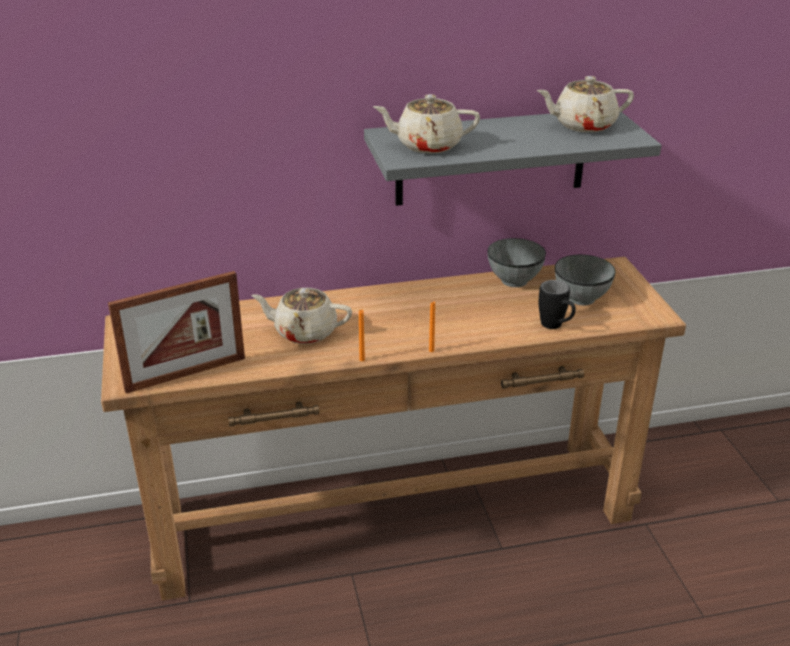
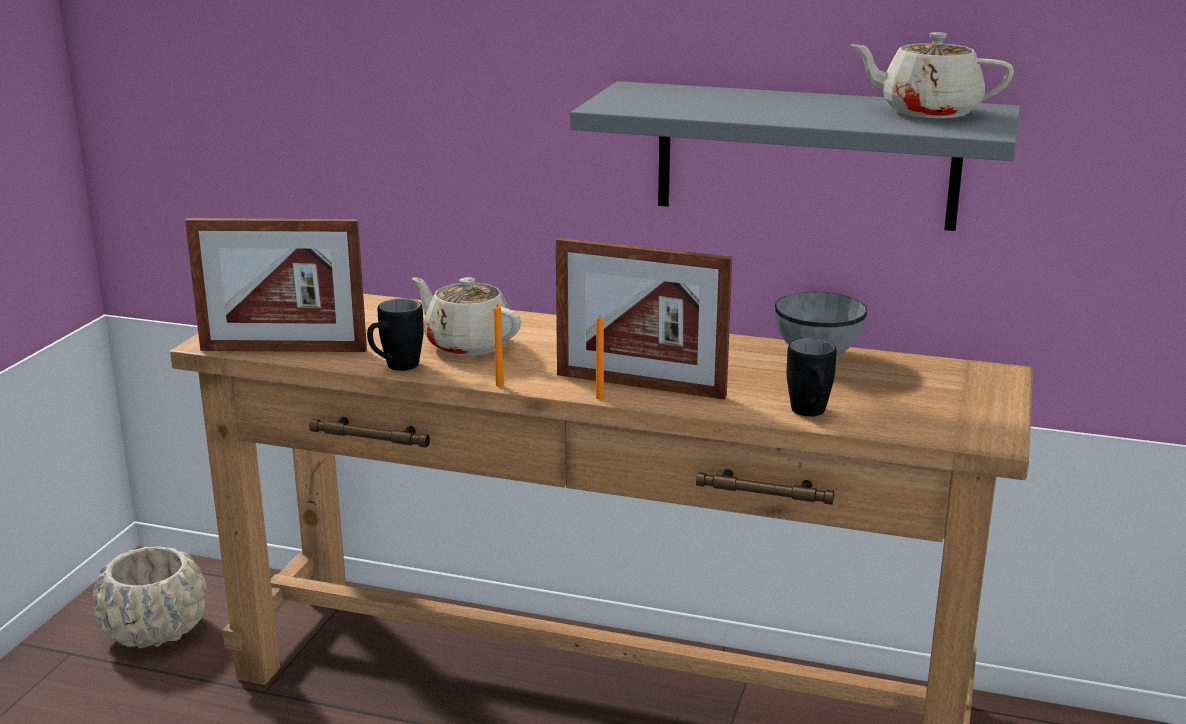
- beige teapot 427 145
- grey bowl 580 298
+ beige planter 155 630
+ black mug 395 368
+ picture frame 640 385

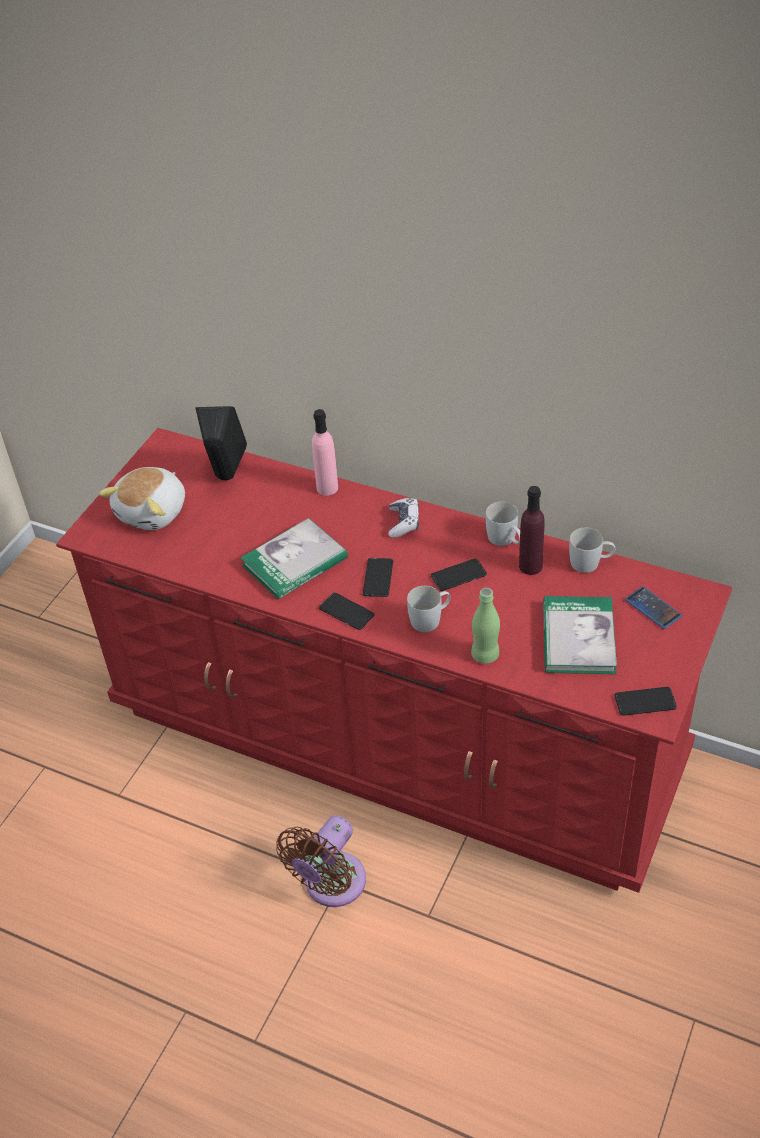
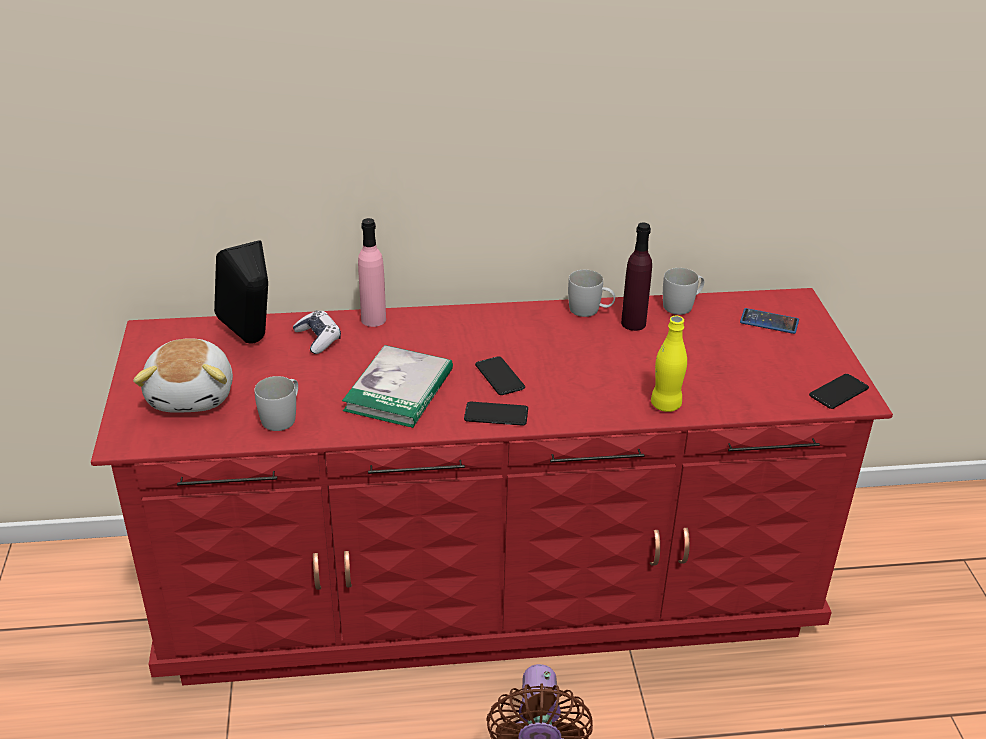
~ game controller 404 522 to 318 338
~ white mug 430 619 to 283 417
- phone 458 575
~ green bottle 485 655 to yellow bottle 665 404
- book 578 638

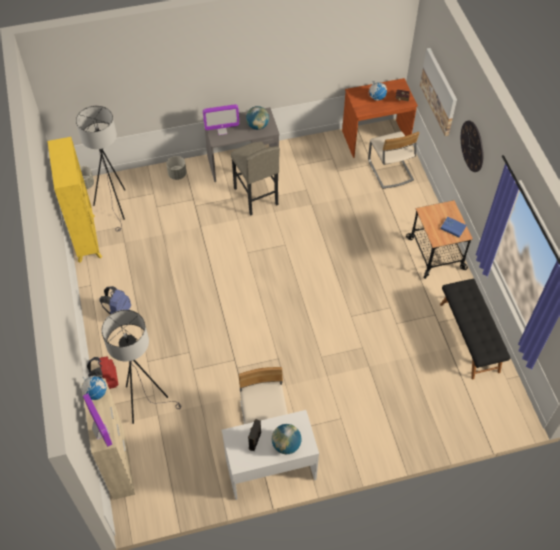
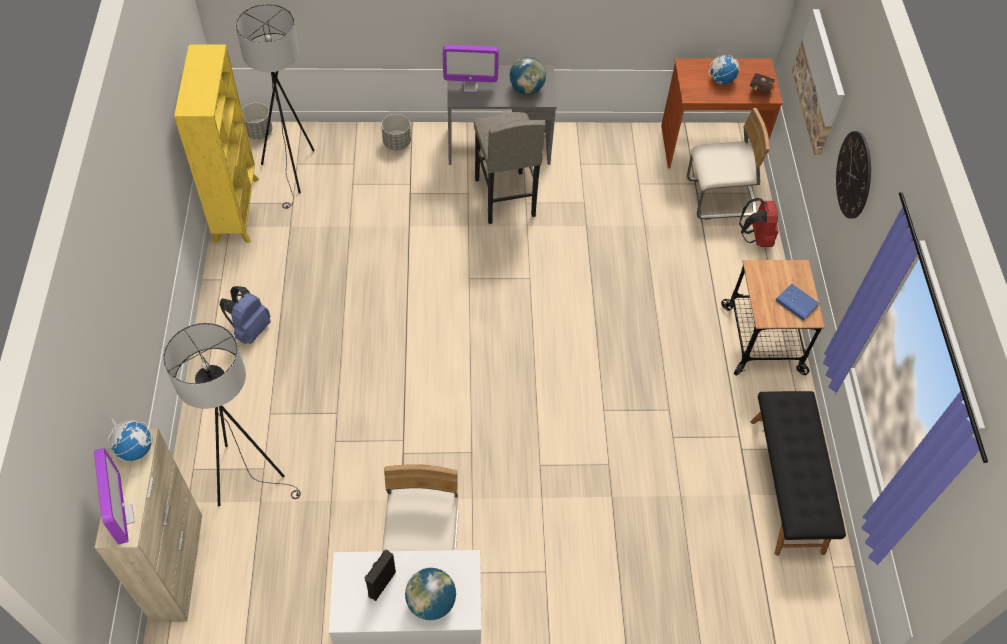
~ red backpack 107 380 to 756 238
~ beige chair 390 170 = 720 198 90 degrees counterclockwise

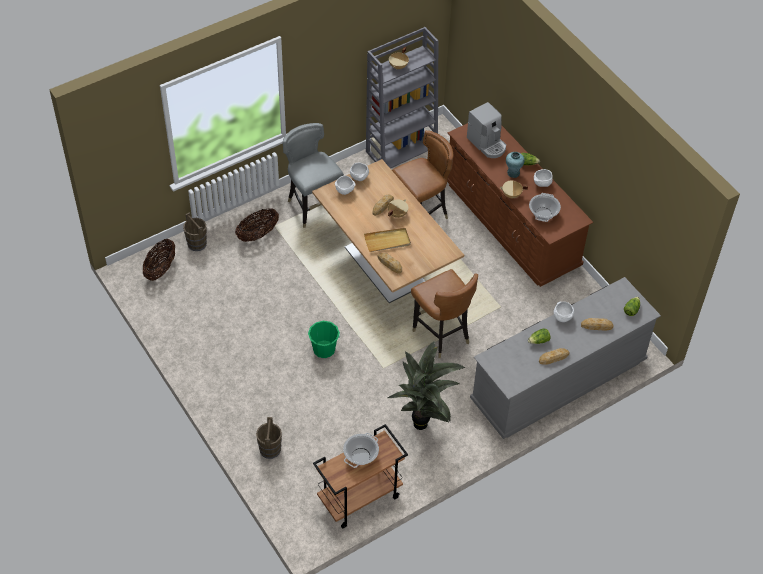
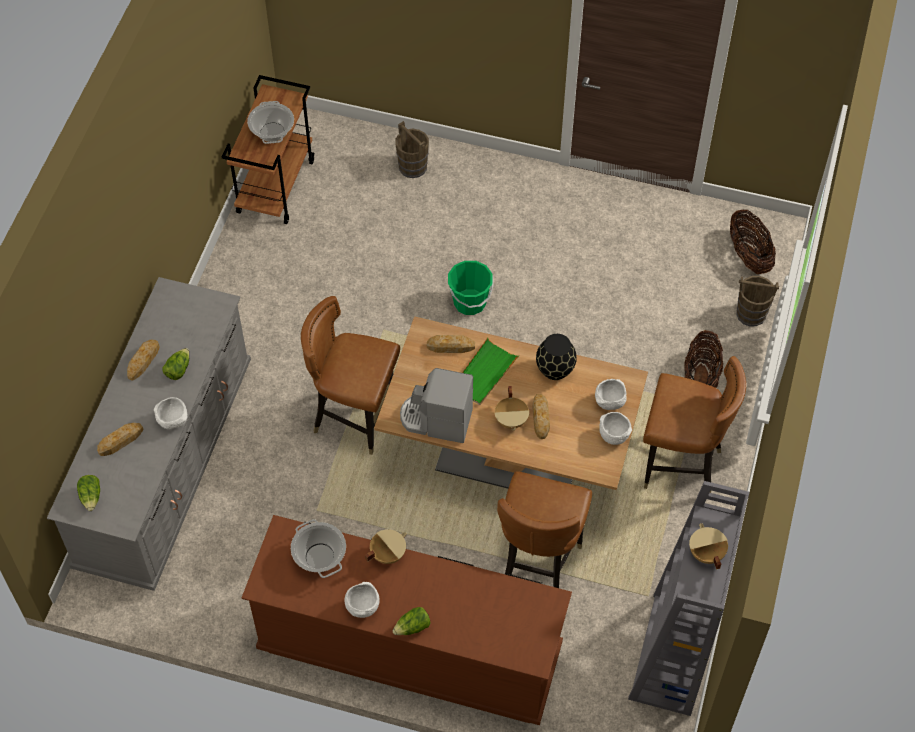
~ grey chair 313 208 to brown chair 680 466
~ beige tray 387 241 to green tray 484 374
- potted plant 424 424
~ coffee machine 487 144 to 436 420
- turquoise vase 513 173
+ black vase 554 370

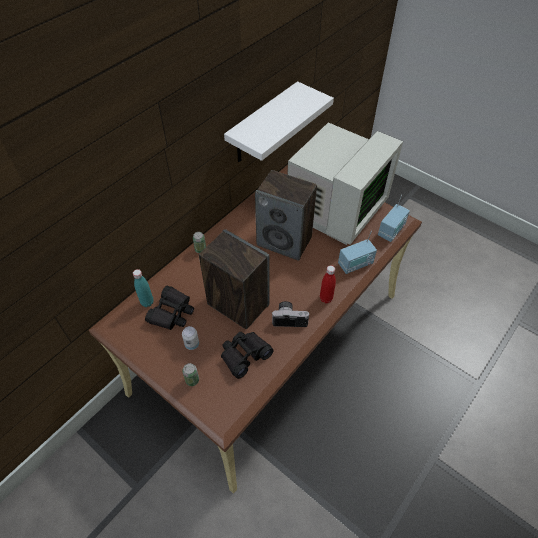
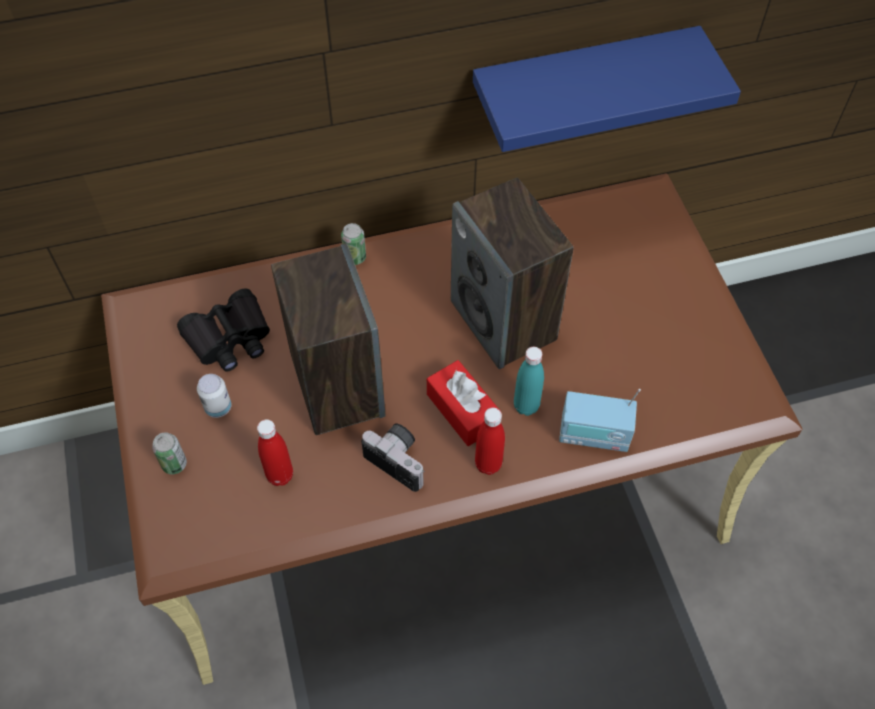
~ turquoise bottle 147 302 to 526 406
~ black binoculars 244 355 to red bottle 280 475
~ white shelf 262 124 to blue shelf 582 82
- monitor 334 211
- radio 391 231
+ red tissue box 462 410

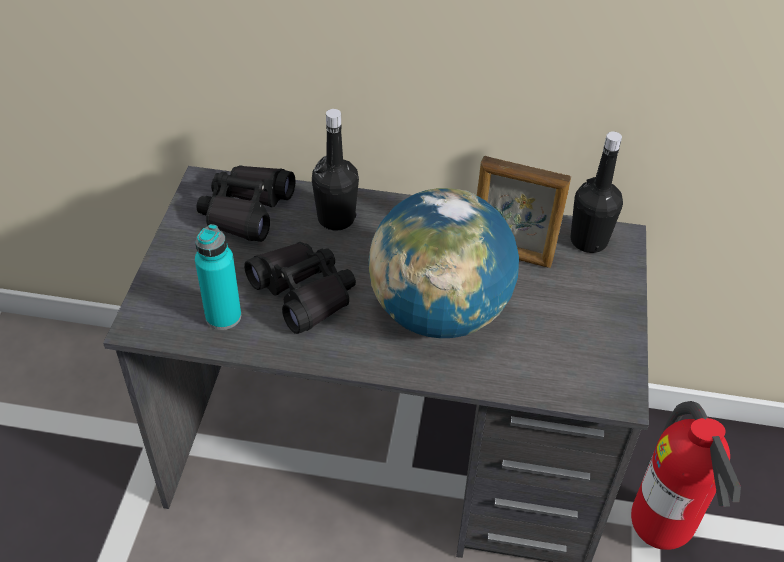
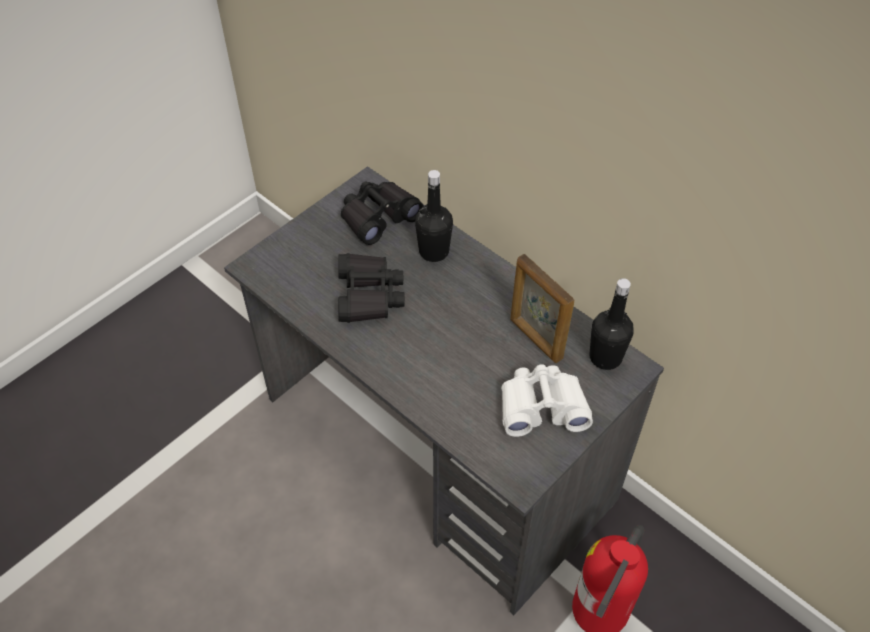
- turquoise bottle 223 316
- globe 439 313
+ white binoculars 542 407

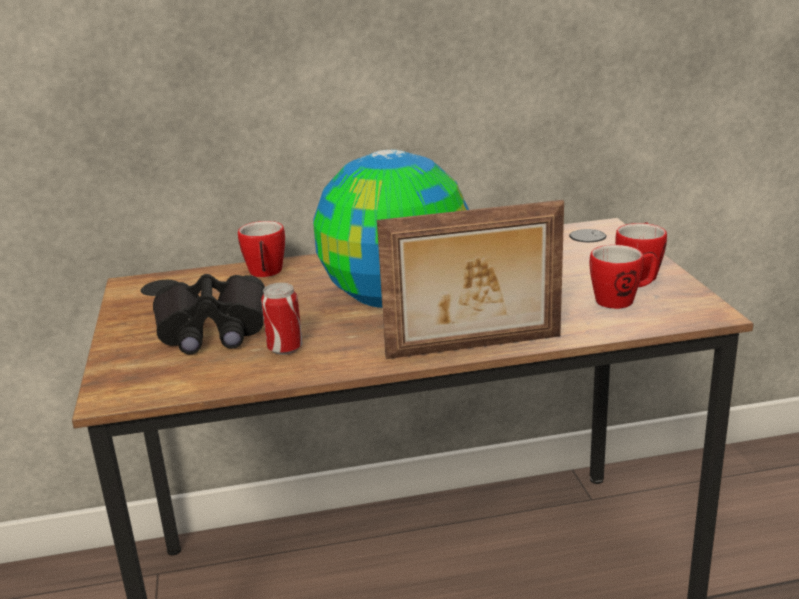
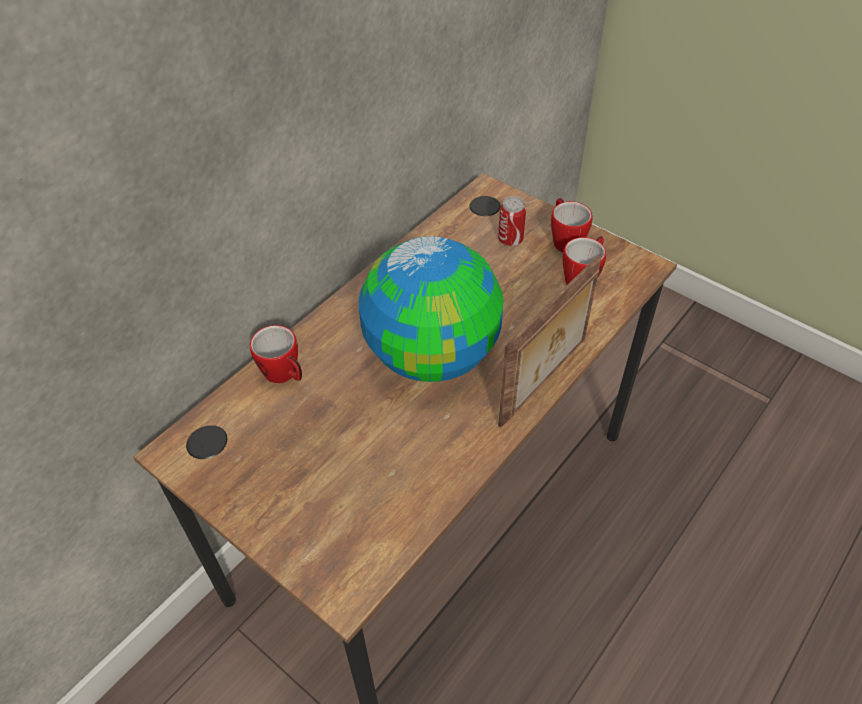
- black binoculars 212 330
~ can 285 348 to 510 240

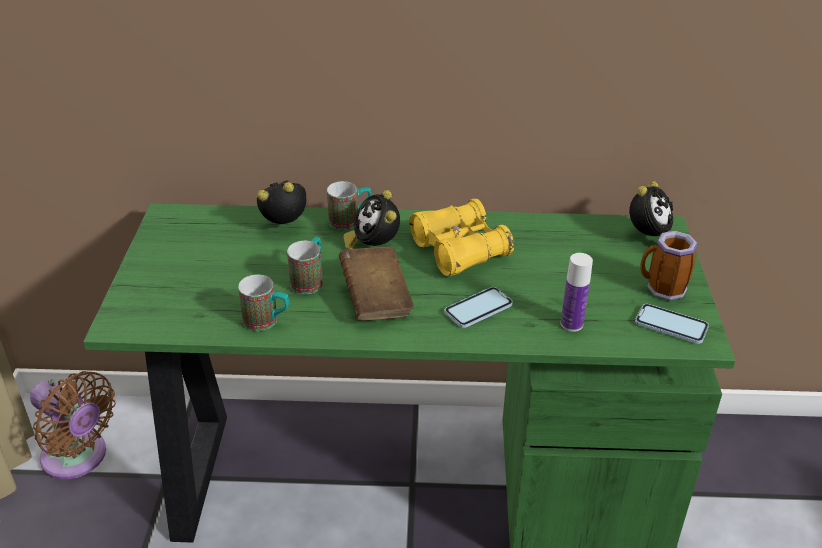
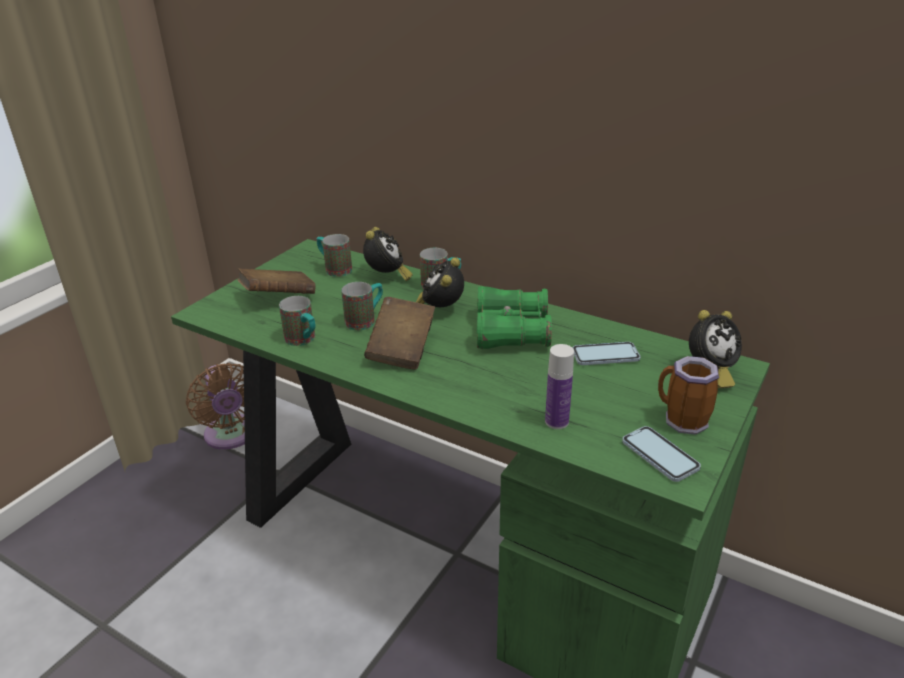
~ alarm clock 286 226 = 387 277 75 degrees clockwise
~ yellow binoculars 459 250 to green binoculars 511 332
~ phone 478 309 to 605 355
+ brown book 278 298
+ mug 334 269

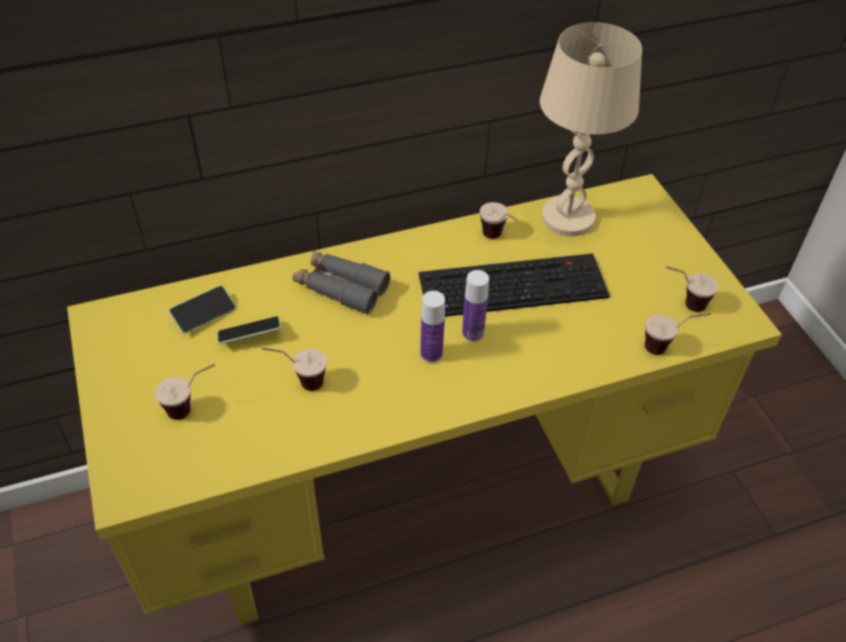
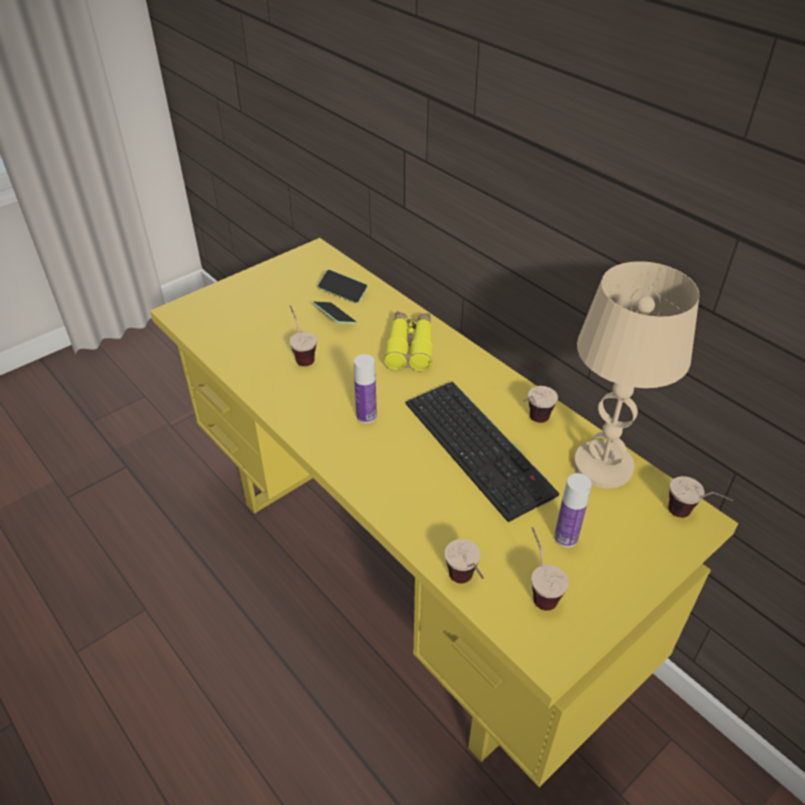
~ cup 193 407 to 690 517
~ grey binoculars 341 287 to yellow binoculars 410 346
~ bottle 473 333 to 566 537

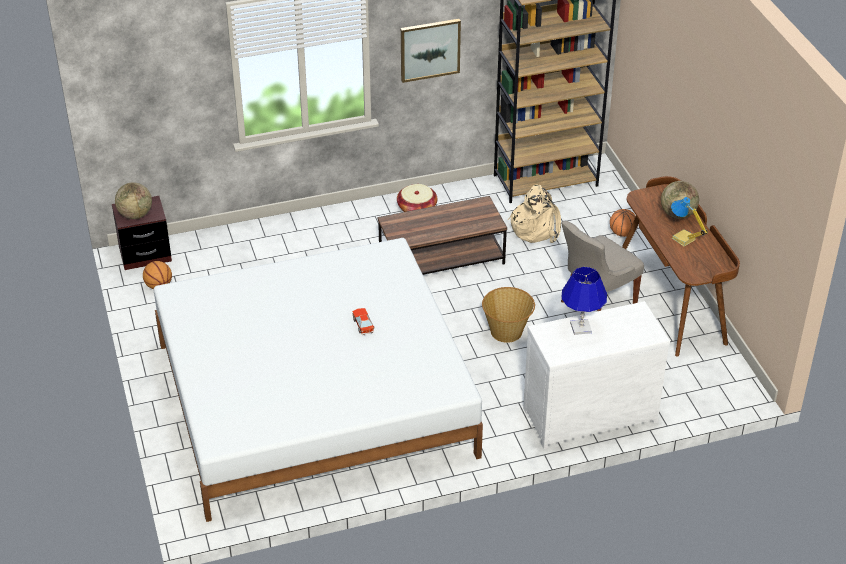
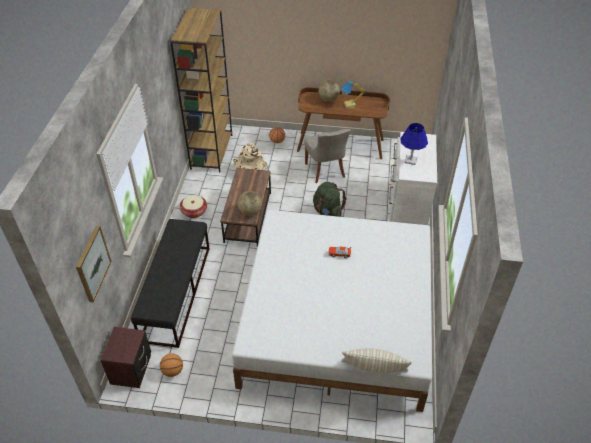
~ globe 135 215 to 250 212
~ picture 429 49 to 92 263
~ basket 507 332 to green backpack 327 212
+ black bench 176 292
+ pillow 374 370

